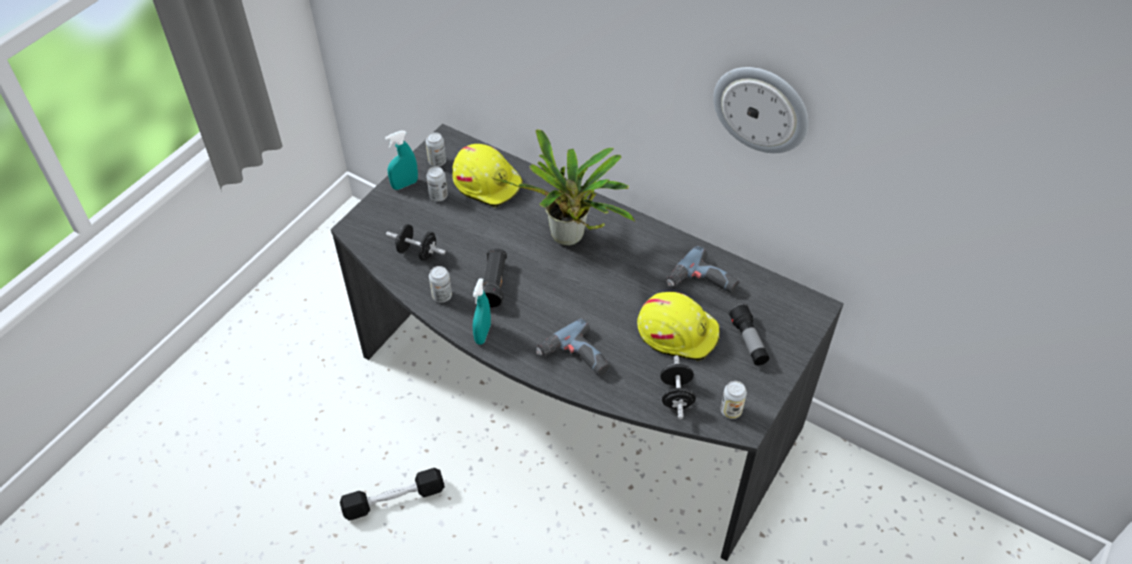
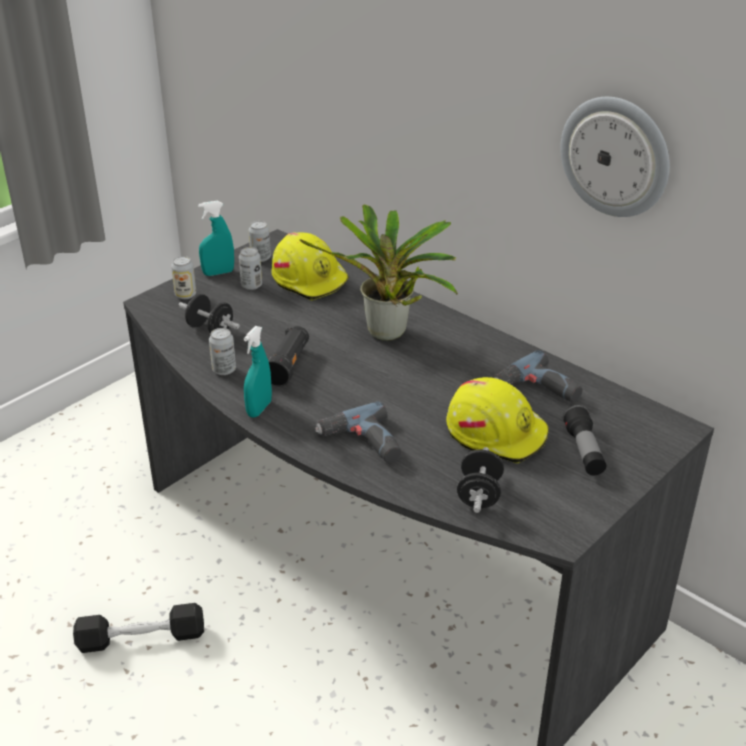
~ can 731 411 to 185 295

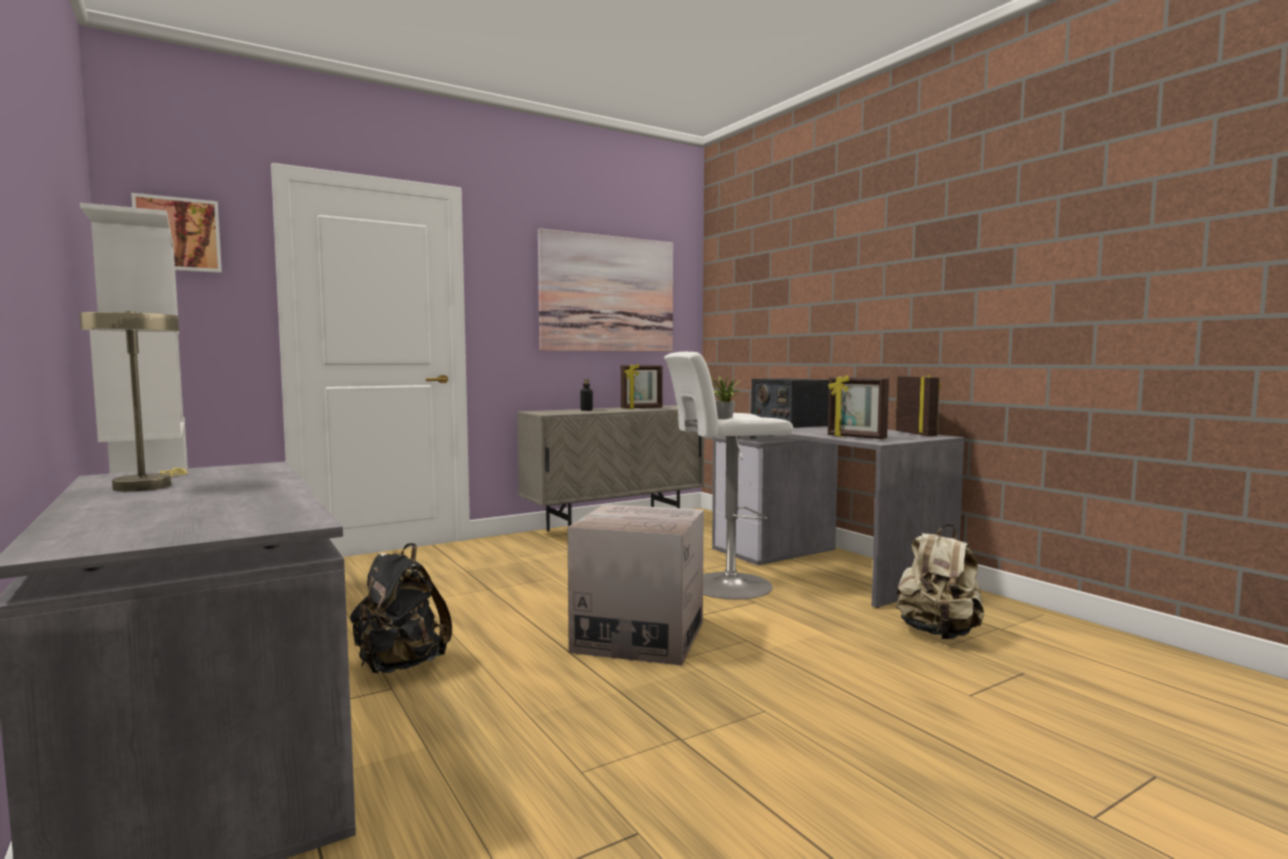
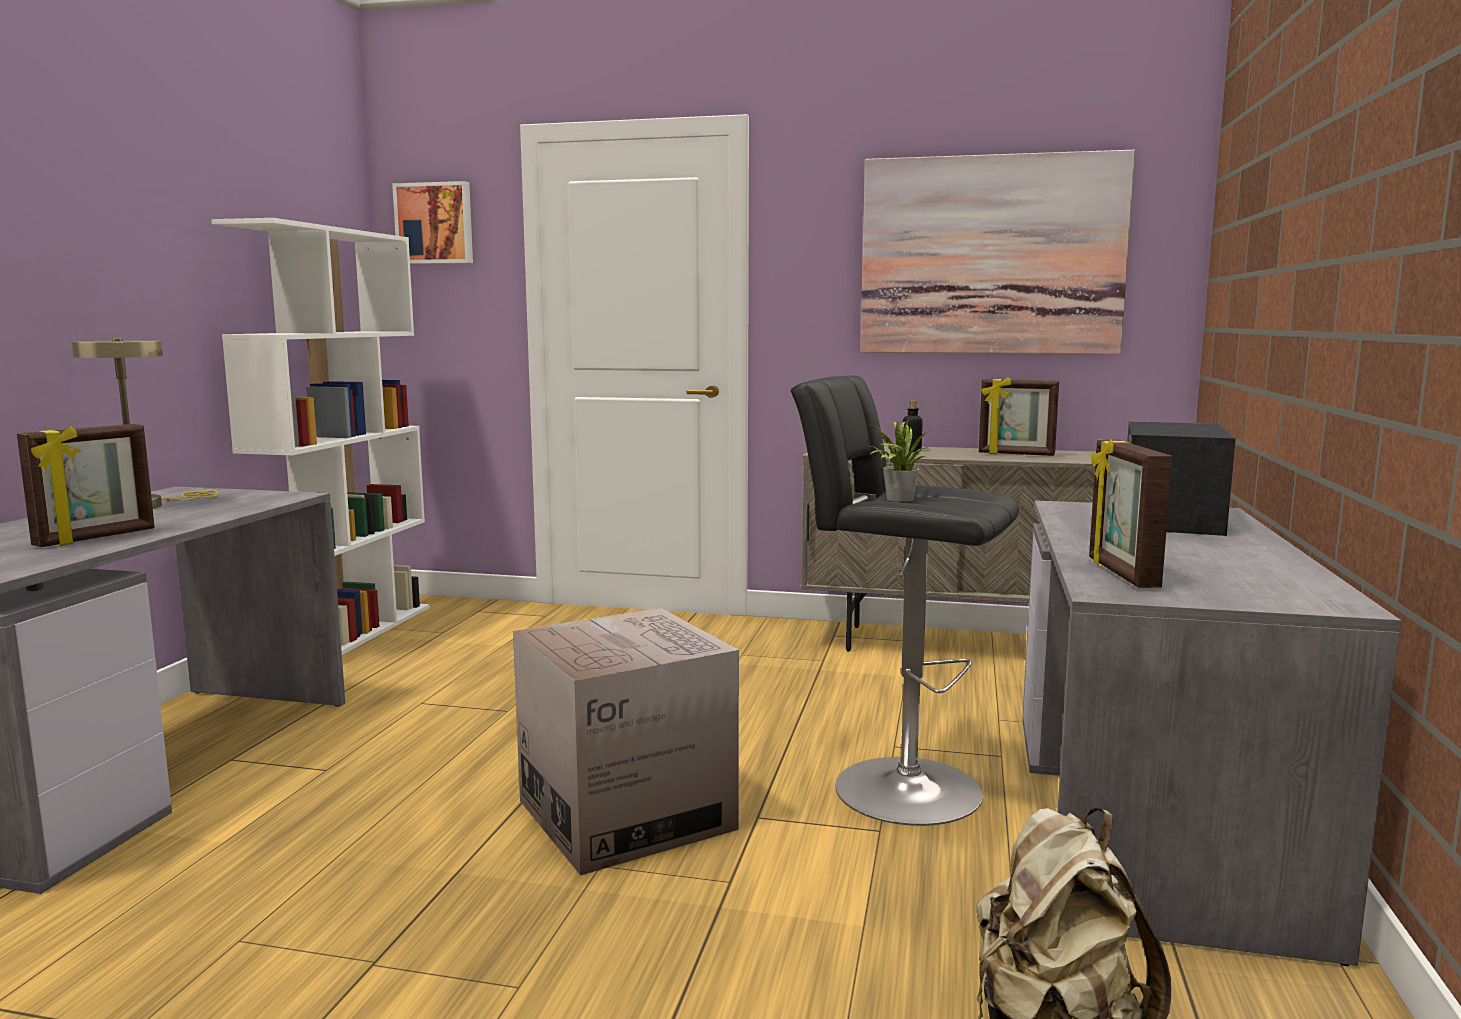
- black backpack 399 665
~ white stool 724 586 to black stool 896 787
~ picture frame 916 434 to 96 538

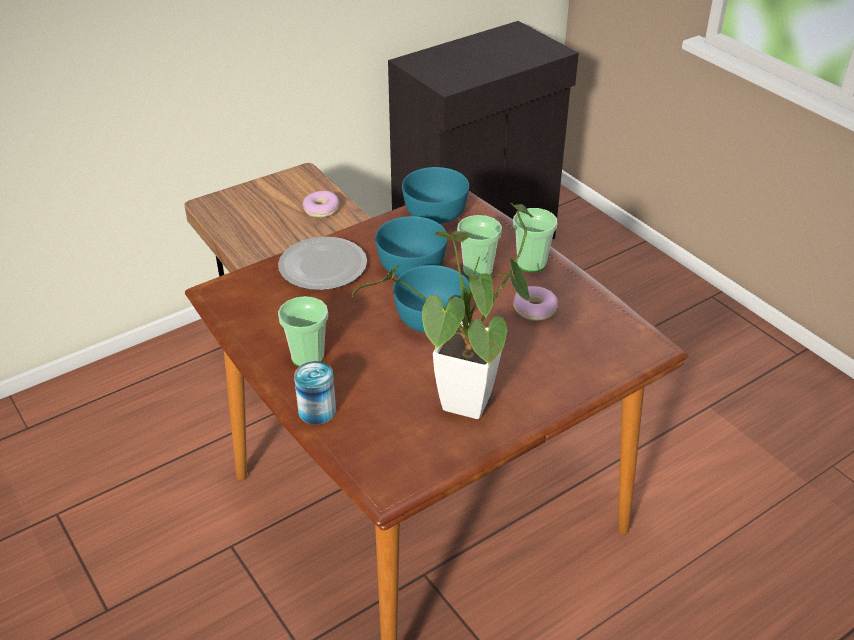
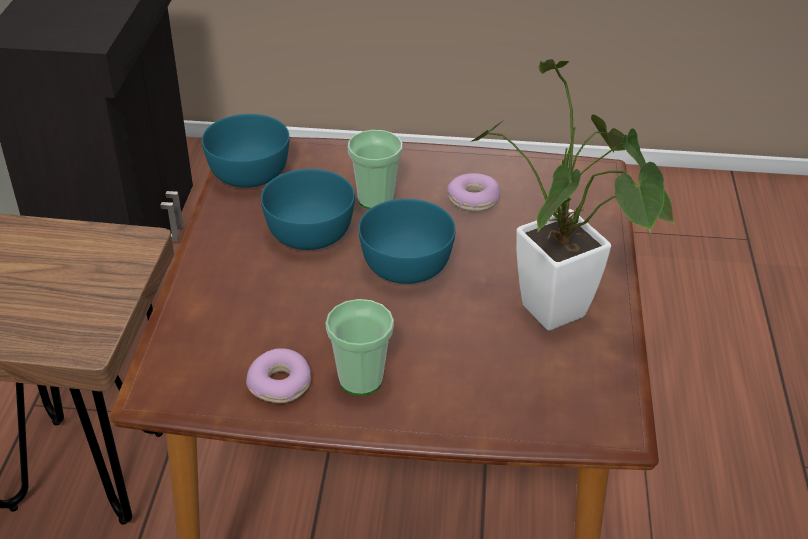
- plate 321 266
- can 317 411
~ donut 321 210 to 280 384
- cup 531 263

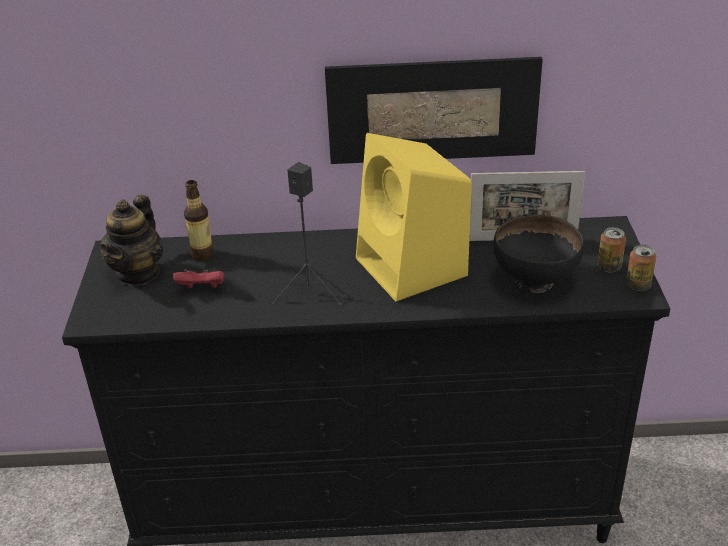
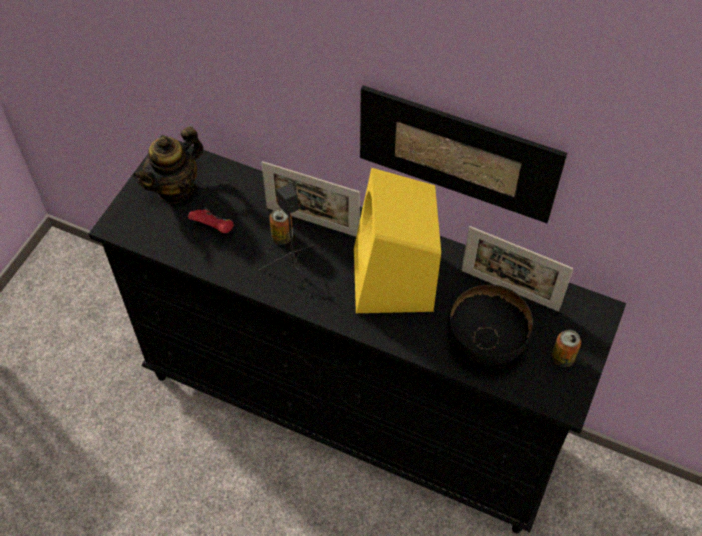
- bottle 202 254
~ can 638 285 to 282 237
+ picture frame 312 222

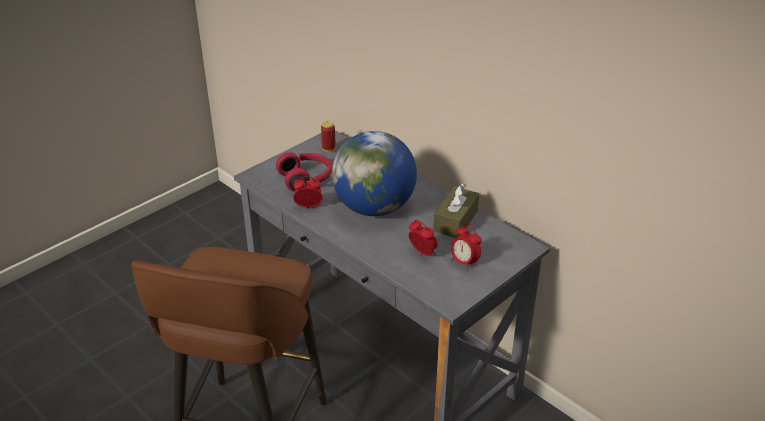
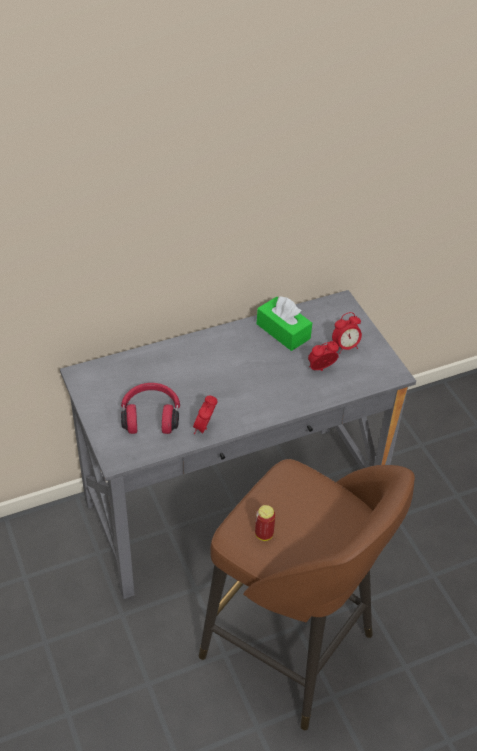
~ can 328 149 to 264 534
- globe 374 207
~ brown tissue box 455 221 to green tissue box 283 331

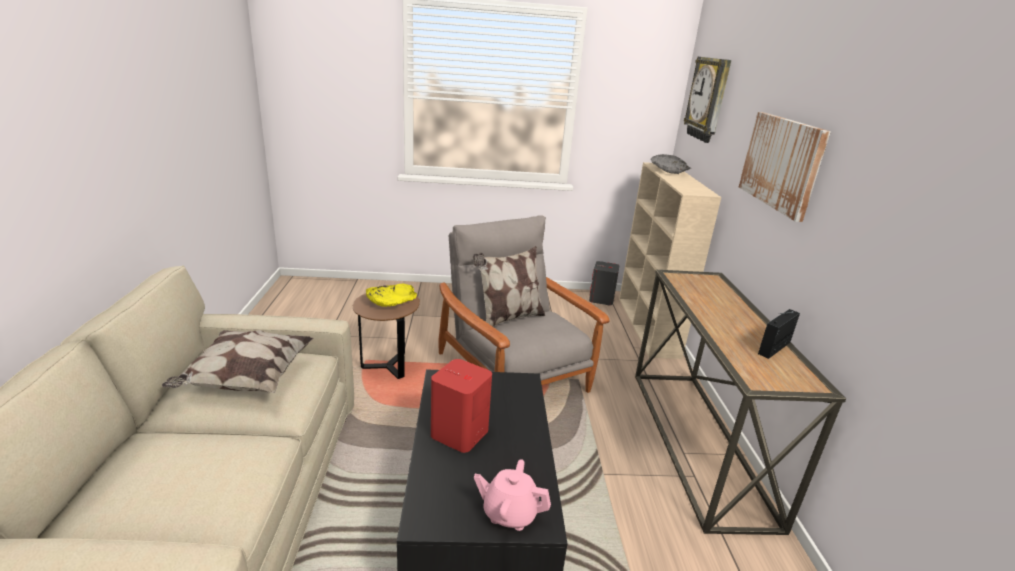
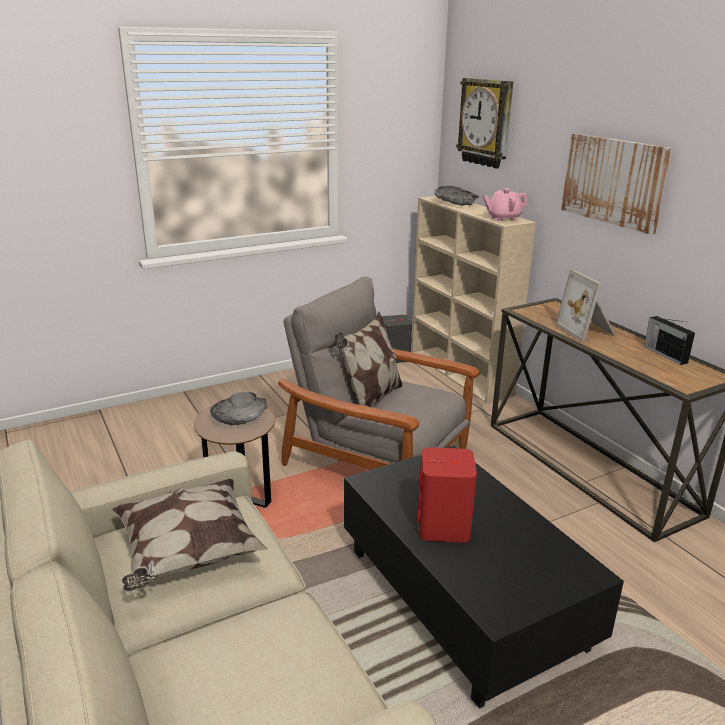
~ yellow bowl 391 302 to grey bowl 240 418
~ pink teapot 509 513 to 503 218
~ radio 775 348 = 664 354 45 degrees counterclockwise
+ picture frame 587 331

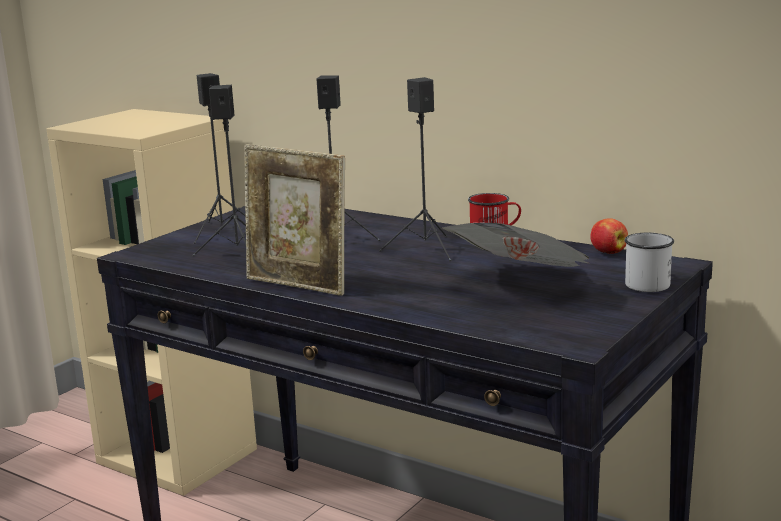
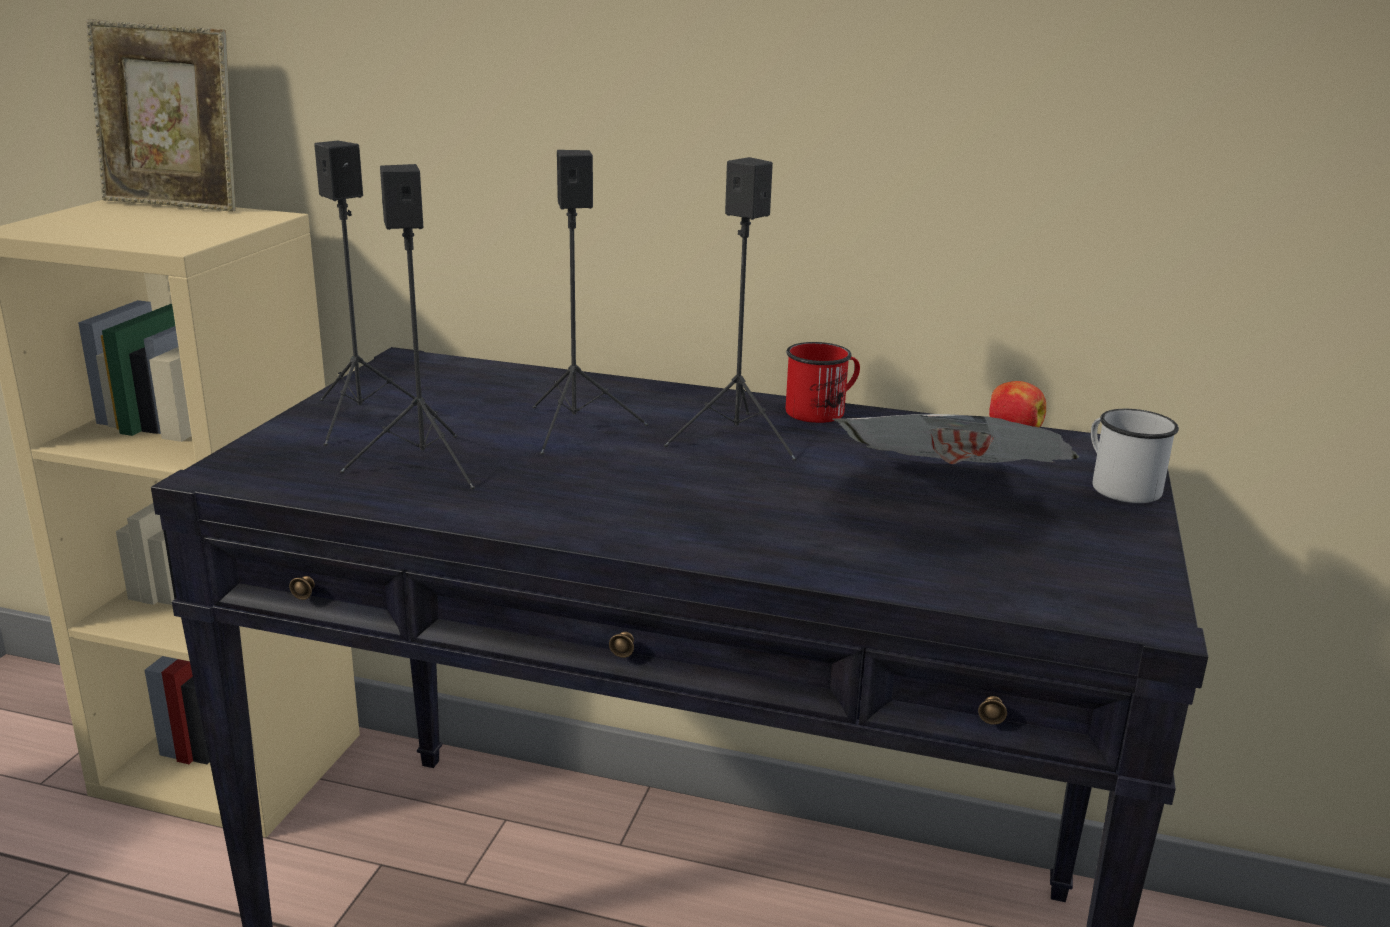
~ picture frame 298 285 to 174 205

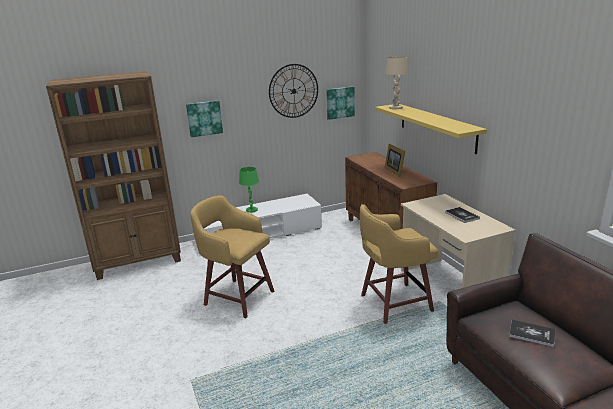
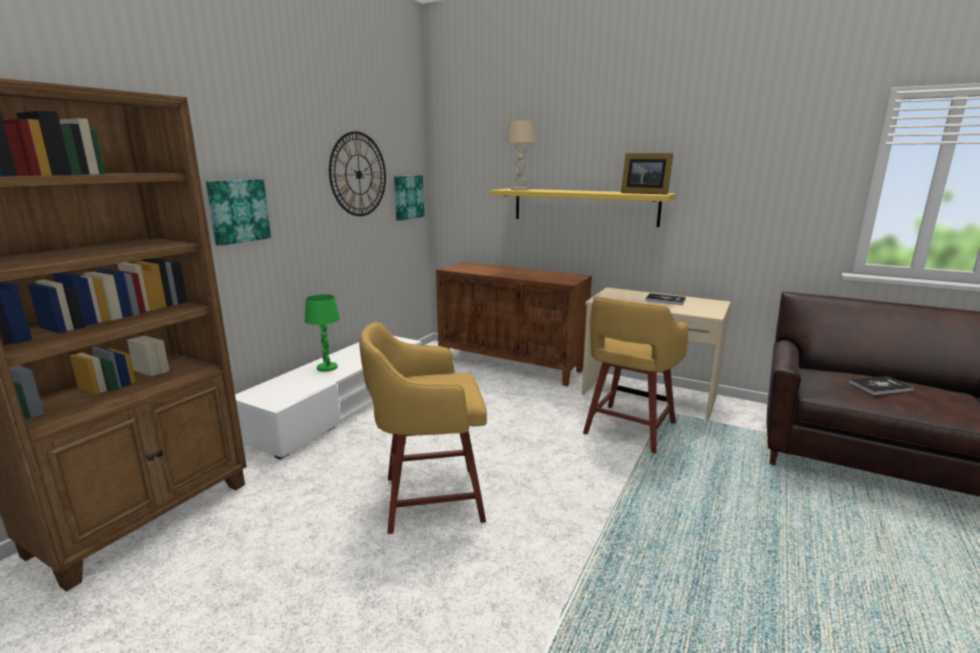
~ picture frame 395 171 to 643 193

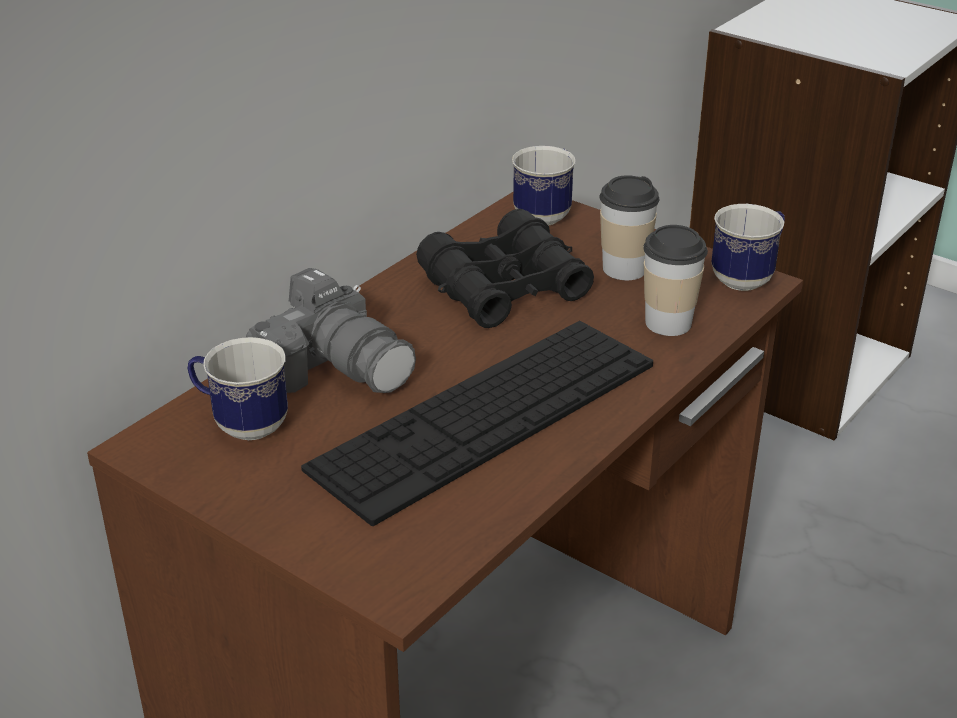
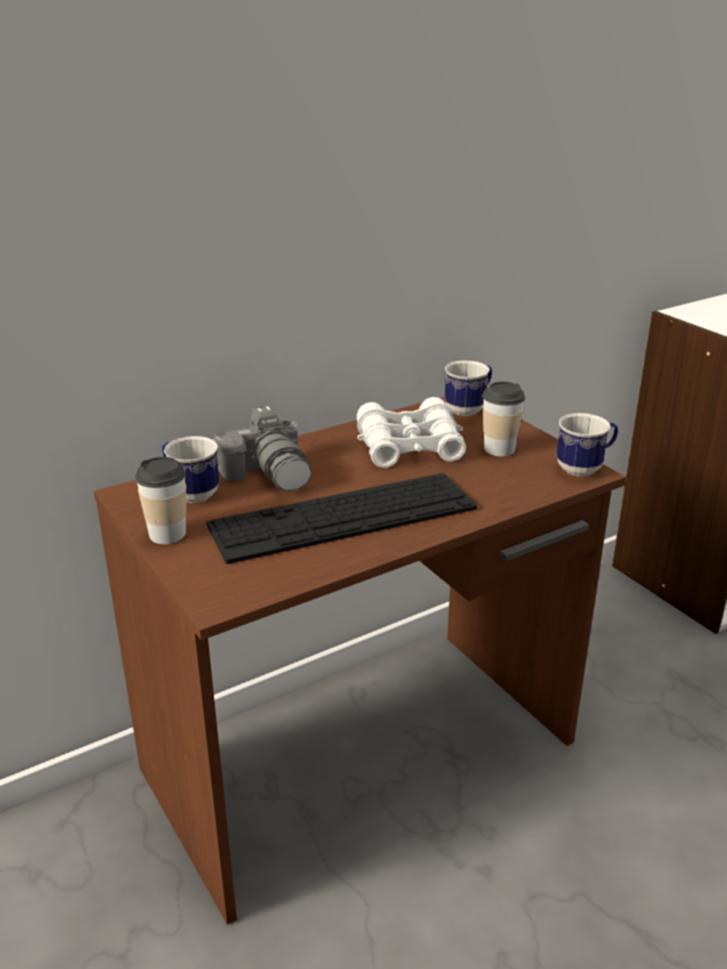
~ black binoculars 505 287 to white binoculars 410 446
~ cup 668 323 to 167 534

